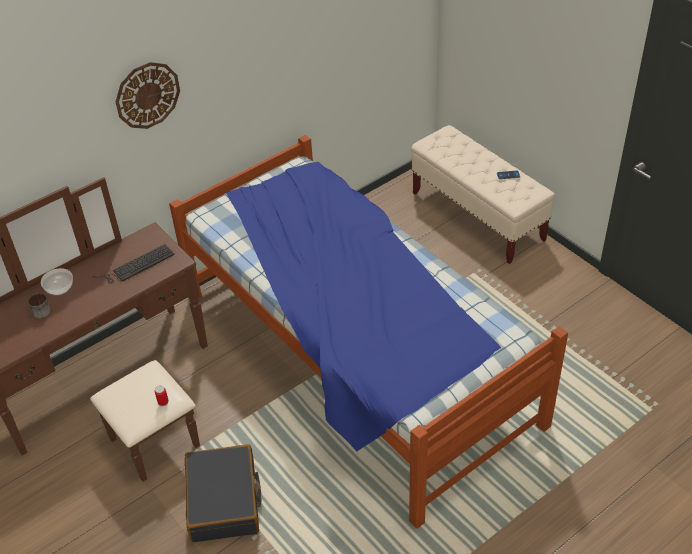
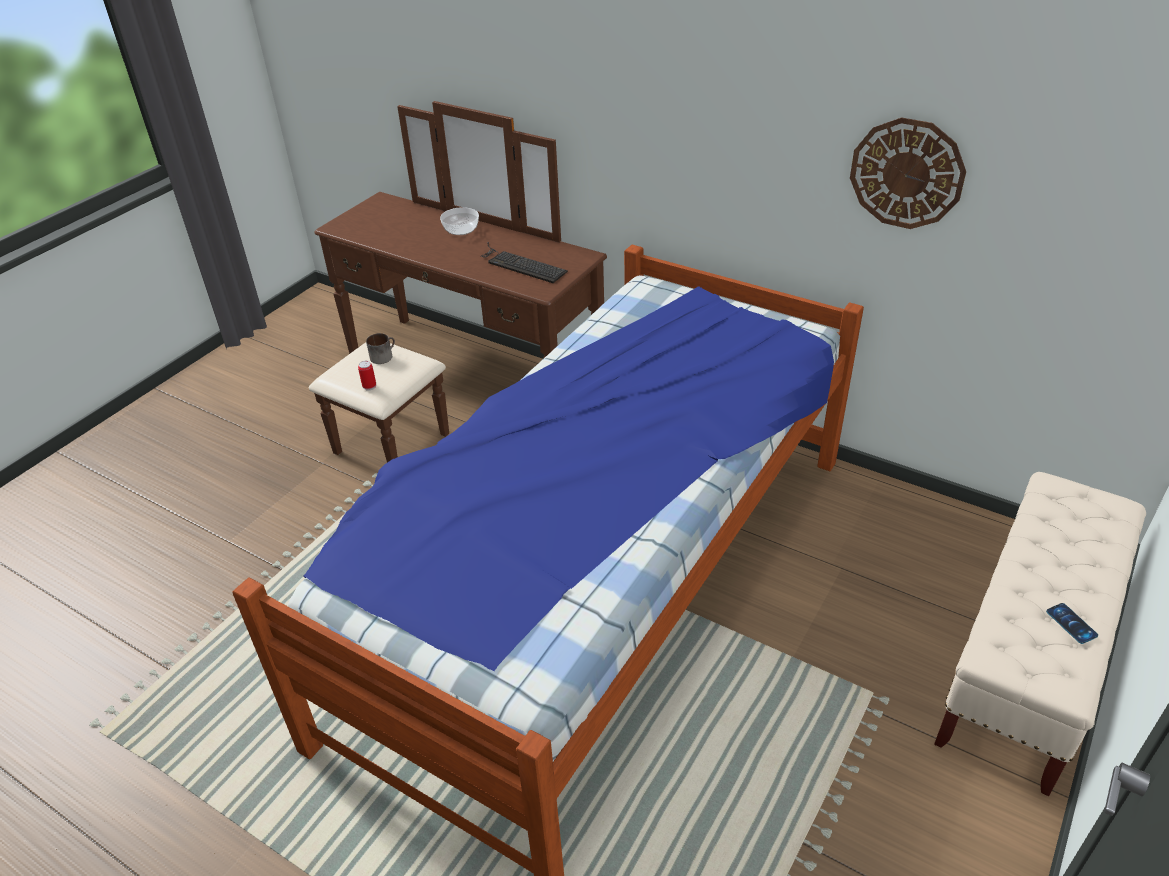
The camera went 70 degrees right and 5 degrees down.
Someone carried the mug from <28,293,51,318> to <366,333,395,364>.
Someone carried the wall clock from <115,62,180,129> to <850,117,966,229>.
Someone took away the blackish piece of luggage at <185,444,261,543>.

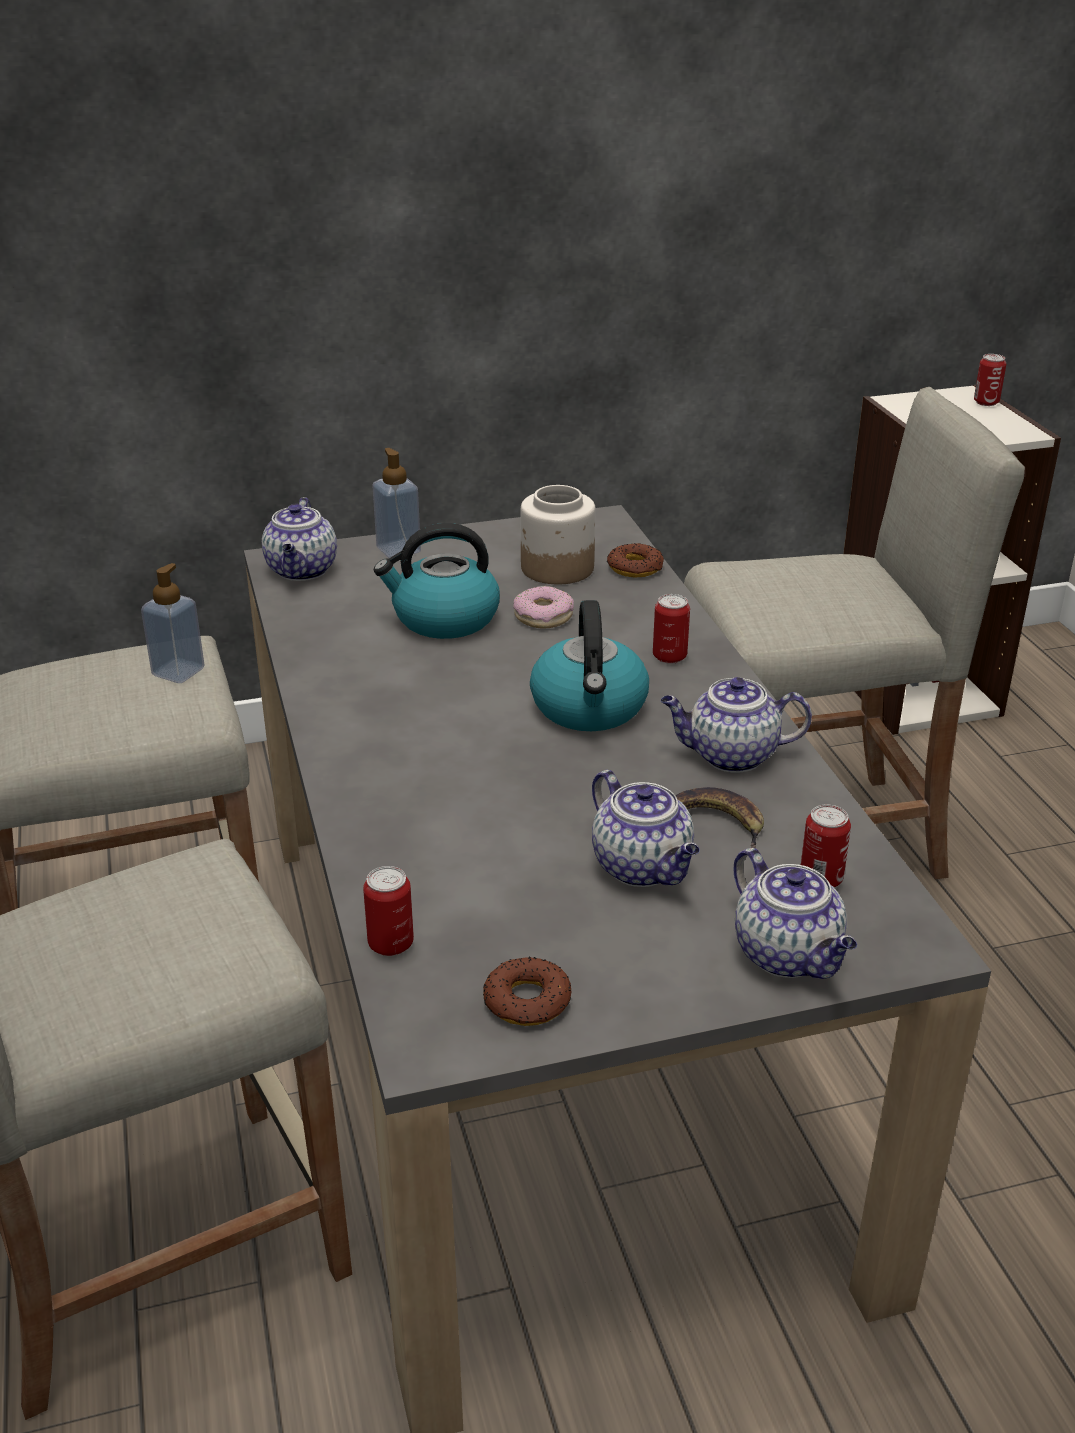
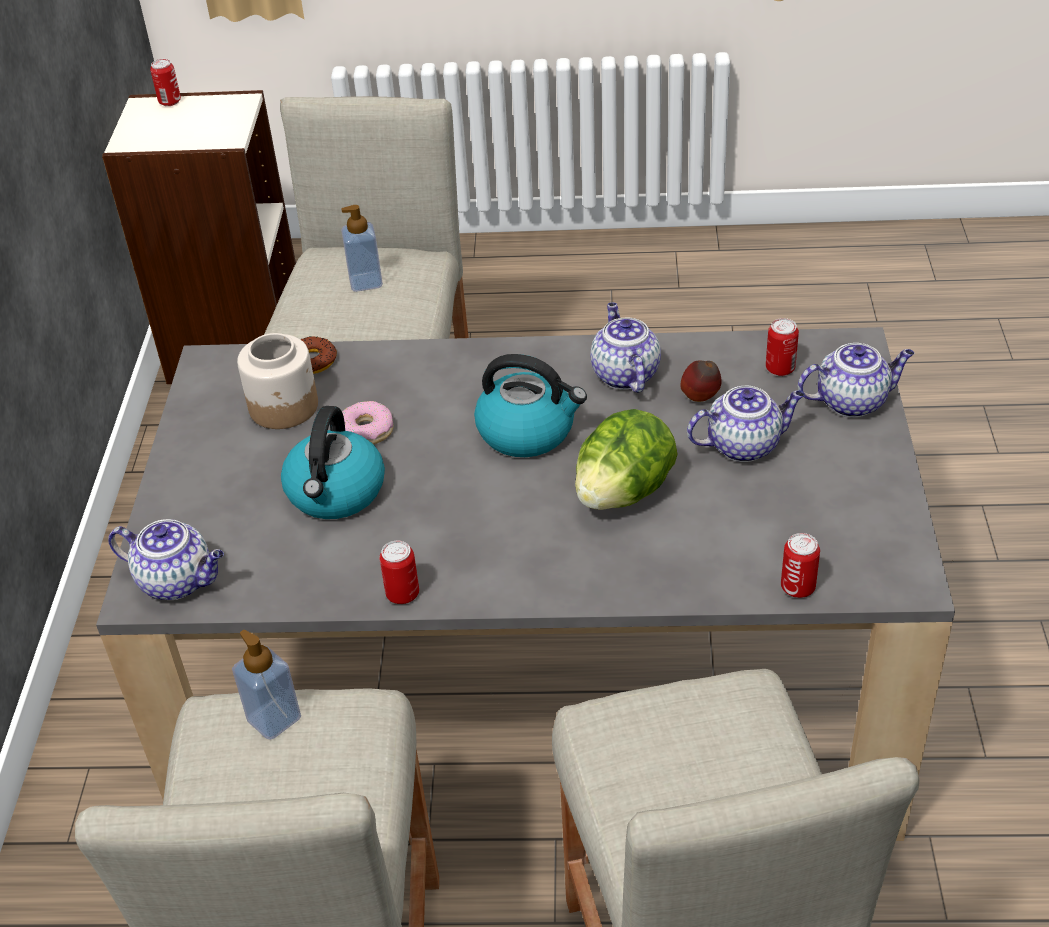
The camera went 70 degrees left and 10 degrees up.
Someone carried the liquid soap bottle from <372,448,421,558> to <341,205,383,292>.
Someone took away the donut at <483,957,571,1026>.
Someone carried the metal can from <653,594,690,664> to <379,541,419,604>.
Someone rotated the pot for tea at <661,677,812,773> by 150 degrees clockwise.
Someone swapped the banana at <675,787,764,848> for the apple at <680,361,722,402>.
Someone put down the head of lettuce at <575,409,678,510>.

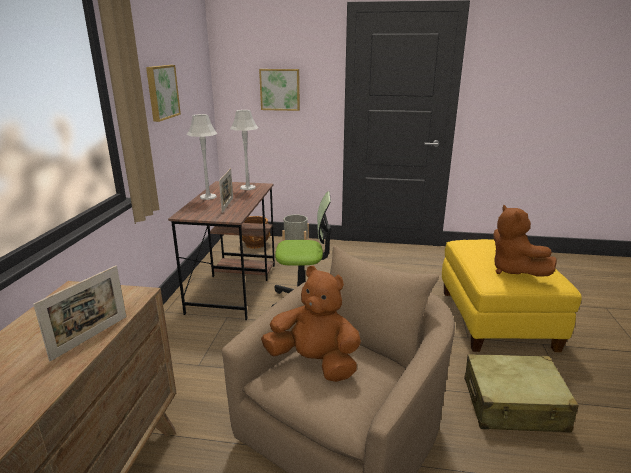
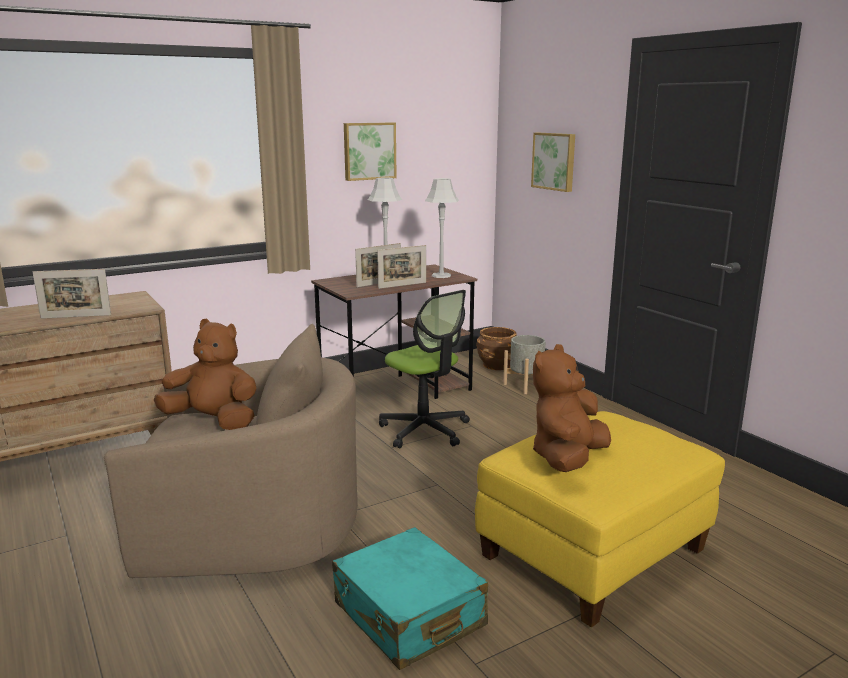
The camera went 50 degrees right and 5 degrees down.
Someone rotated the brown-coloured cuddly toy at <261,266,361,382> by 60 degrees counterclockwise.
Someone repainted the beige piece of luggage at <464,354,579,433>, which became the turquoise-coloured piece of luggage at <332,527,488,670>.
Someone put down the picture frame at <377,245,426,289>.

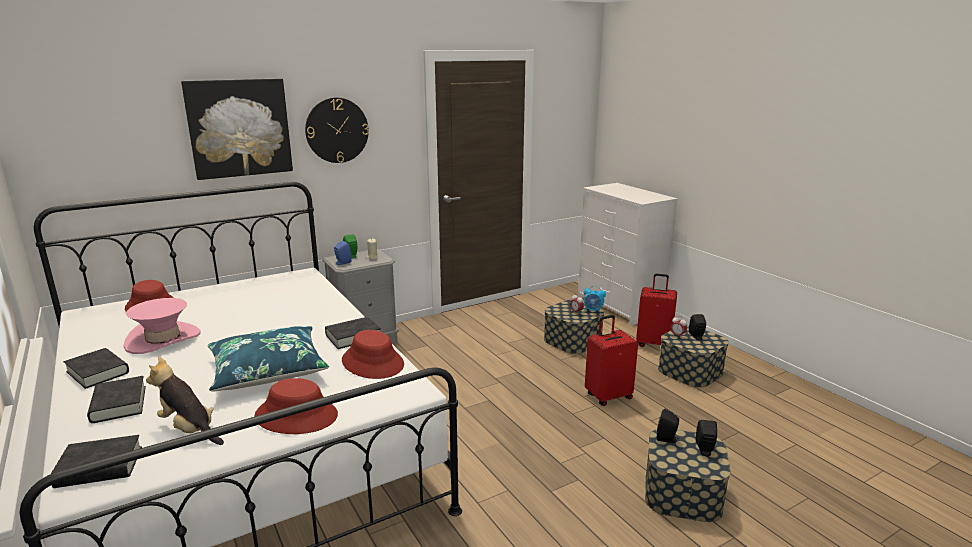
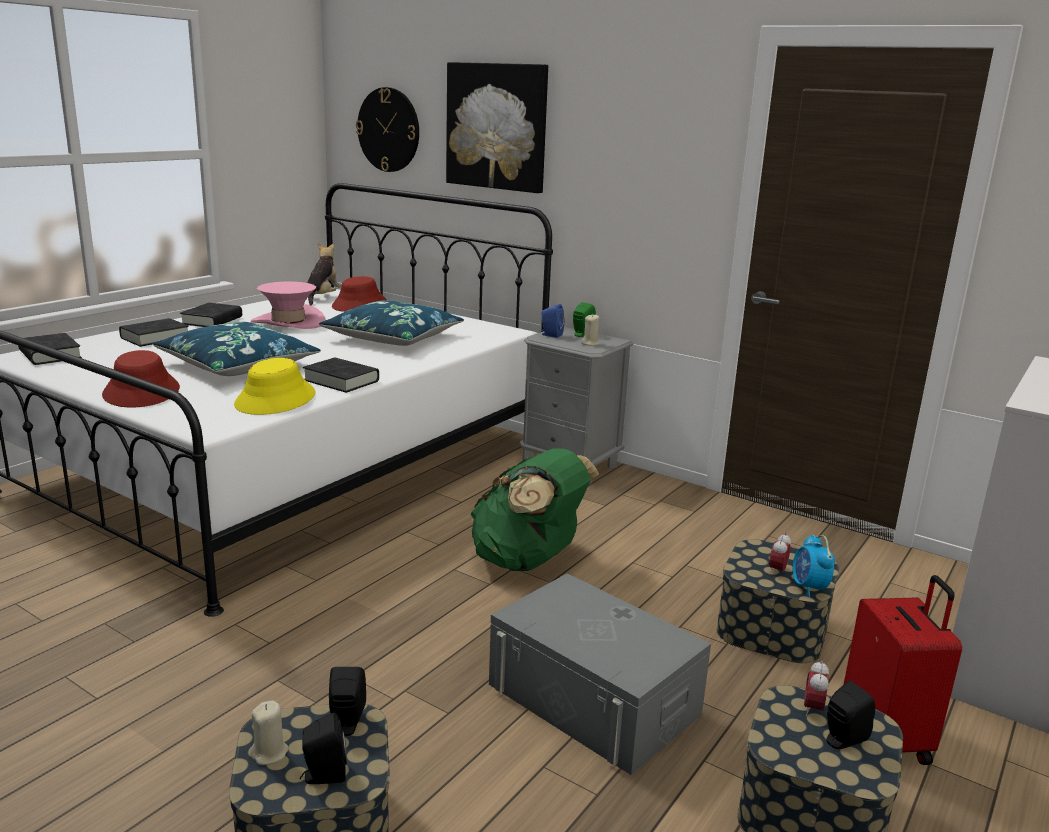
The camera went 65 degrees right and 0 degrees up.
Someone carried the cuddly toy from <146,357,224,445> to <306,243,341,306>.
Someone carried the wall clock from <305,98,369,163> to <356,87,419,172>.
Someone repainted the red clothing hat at <342,330,404,379>, which became the yellowish clothing hat at <234,358,315,415>.
Someone swapped the red piece of luggage at <585,315,638,406> for the grey storage container at <489,573,711,775>.
Someone put down the beige wax candle at <250,700,289,765>.
Someone put down the bluish cushion at <319,300,464,346>.
Someone put down the greenish knapsack at <470,449,599,571>.

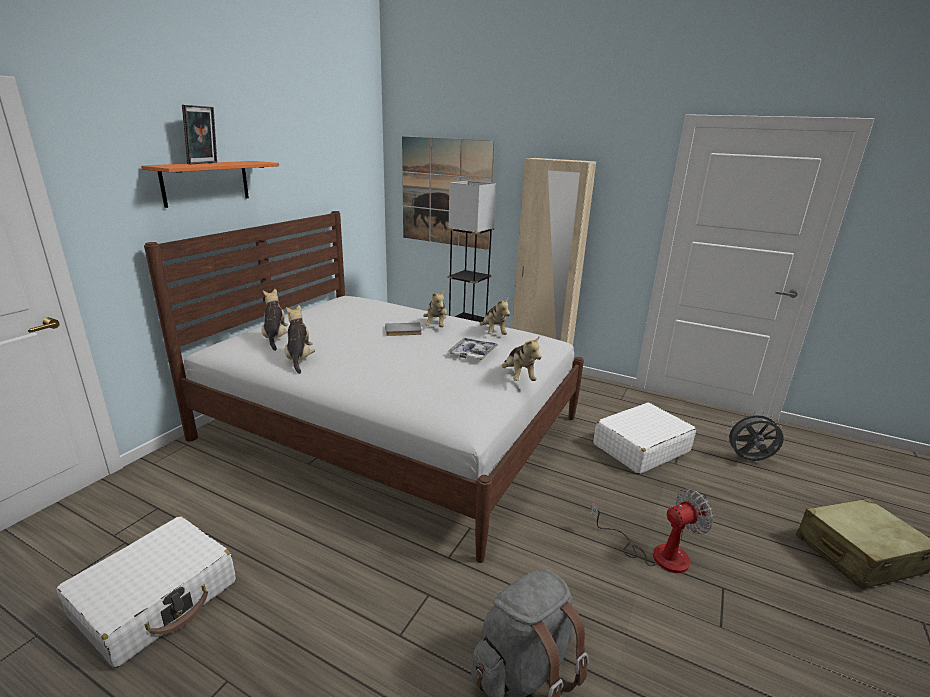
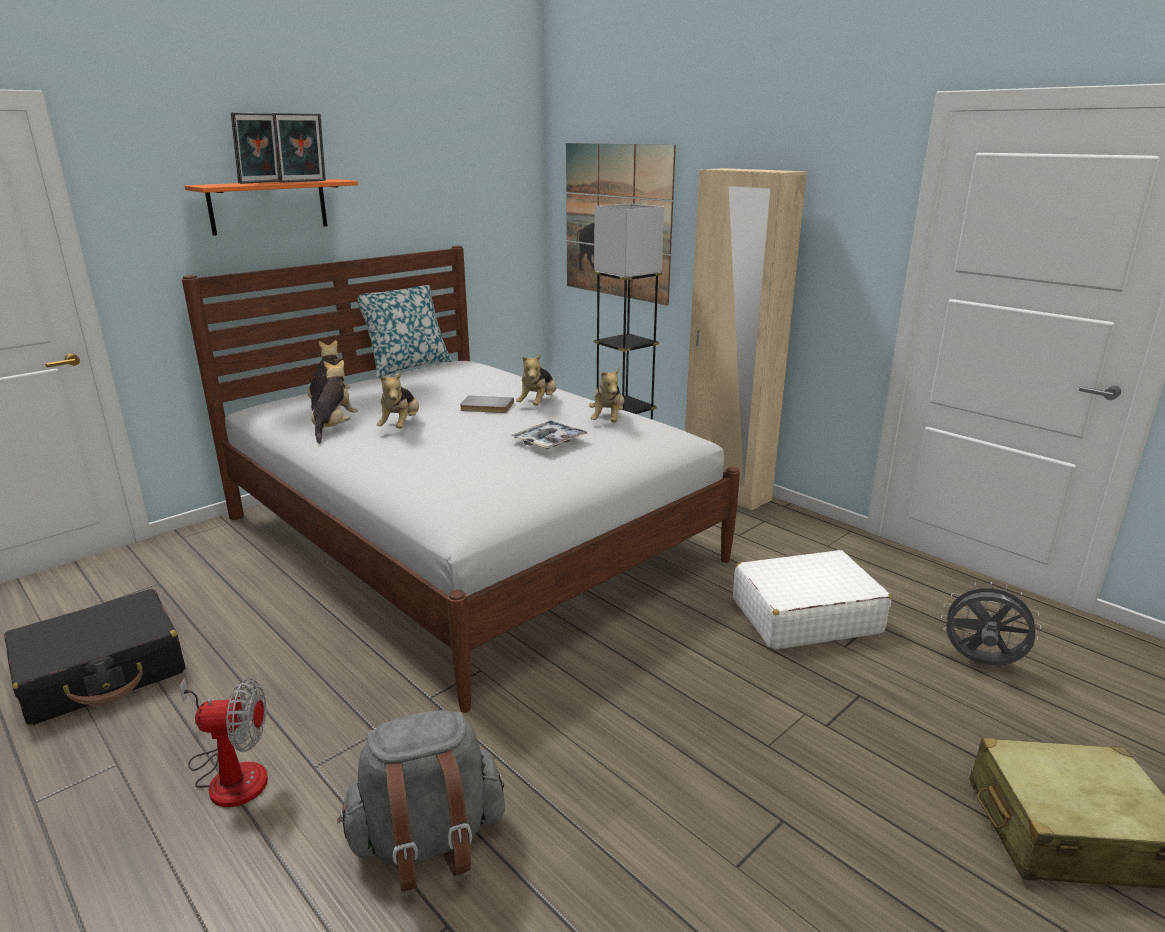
The camera went 20 degrees right and 0 degrees up.
Someone repainted the whitish piece of luggage at <56,516,236,668>, which became the blackish piece of luggage at <4,589,186,725>.
Someone carried the cuddly toy from <502,335,542,381> to <377,372,419,429>.
Someone carried the electric fan from <591,488,714,573> to <179,678,268,807>.
Someone put down the picture frame at <272,113,326,183>.
Someone put down the cushion at <357,285,452,378>.

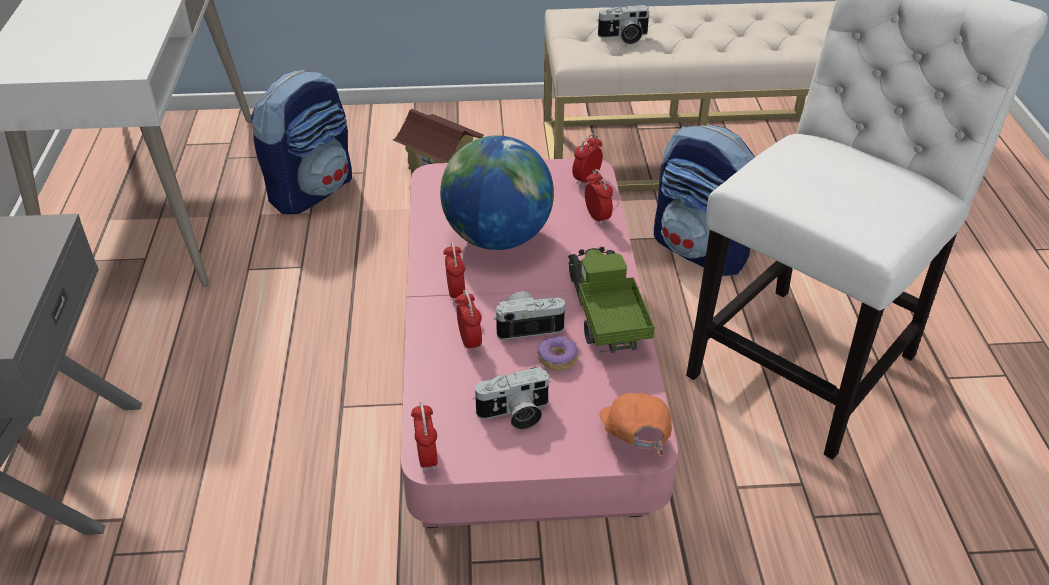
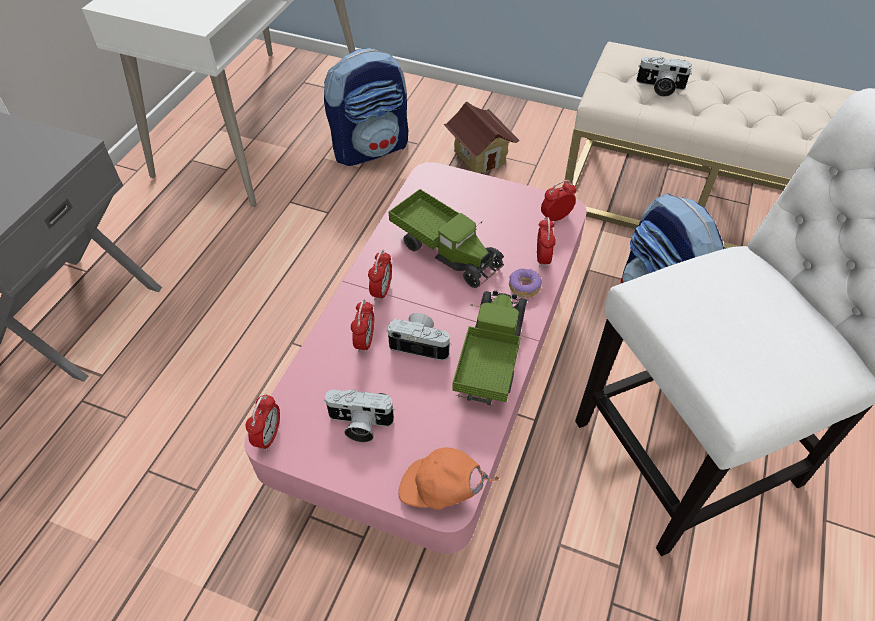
The camera went 25 degrees right and 10 degrees up.
Someone swapped the desk globe at <440,135,554,250> for the model truck at <389,189,504,288>.
Someone carried the donut from <537,335,578,371> to <509,269,542,298>.
Someone rotated the orange-coloured baseball cap at <599,393,672,456> by 90 degrees counterclockwise.

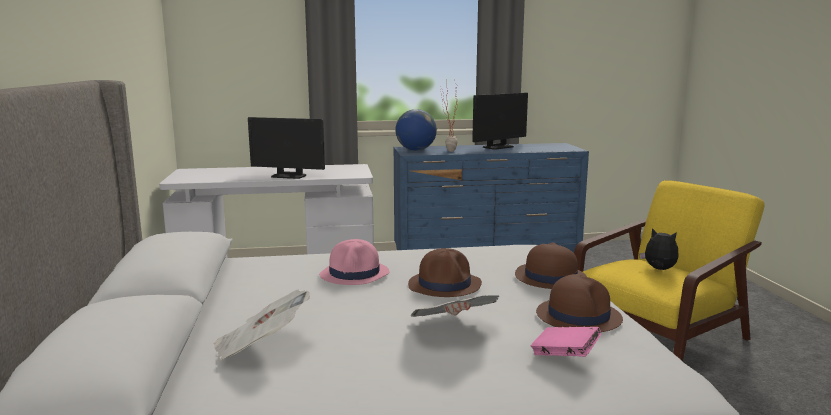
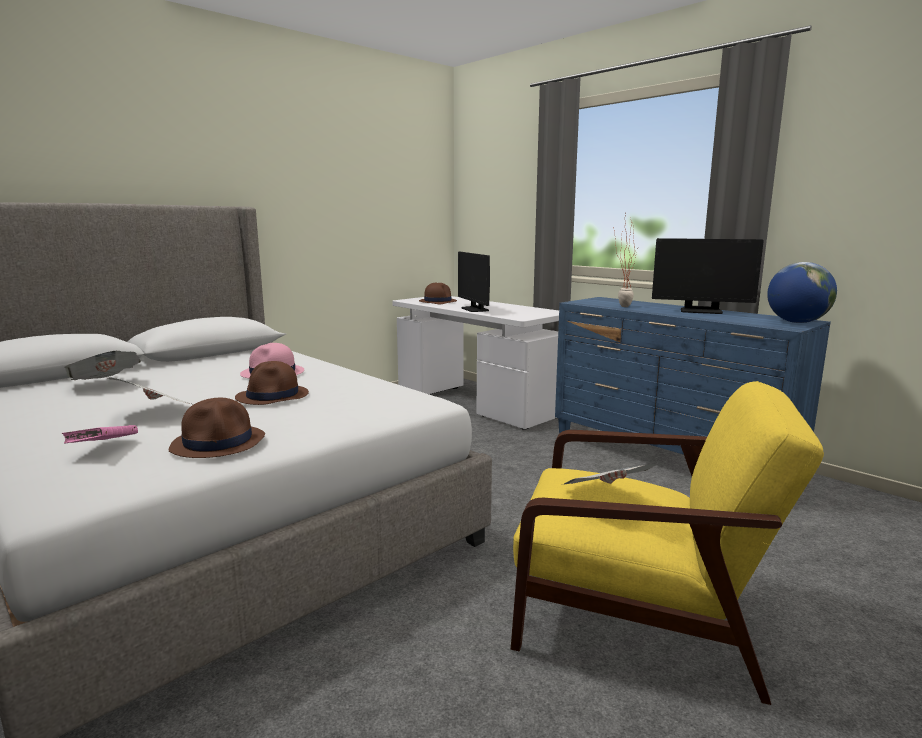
The camera went 55 degrees right and 0 degrees up.
Someone carried the desk globe from <395,109,437,151> to <767,262,837,323>.
Someone carried the brown-coloured clothing hat from <515,242,587,289> to <419,282,457,304>.
Someone swapped the cuddly toy at <640,228,679,270> for the daily paper at <561,464,657,485>.

